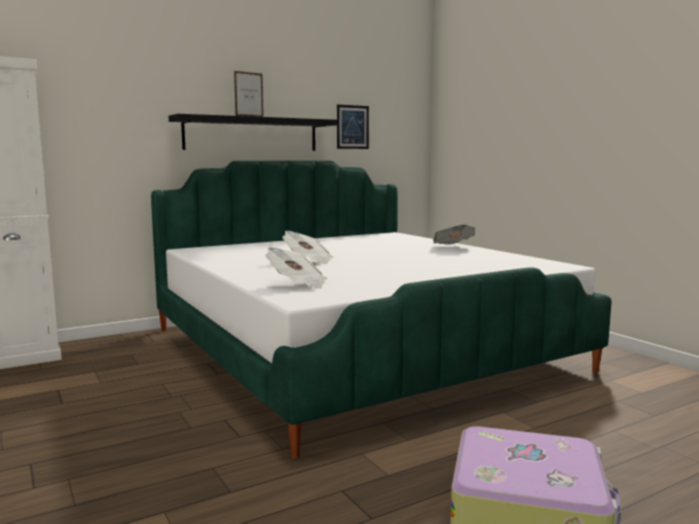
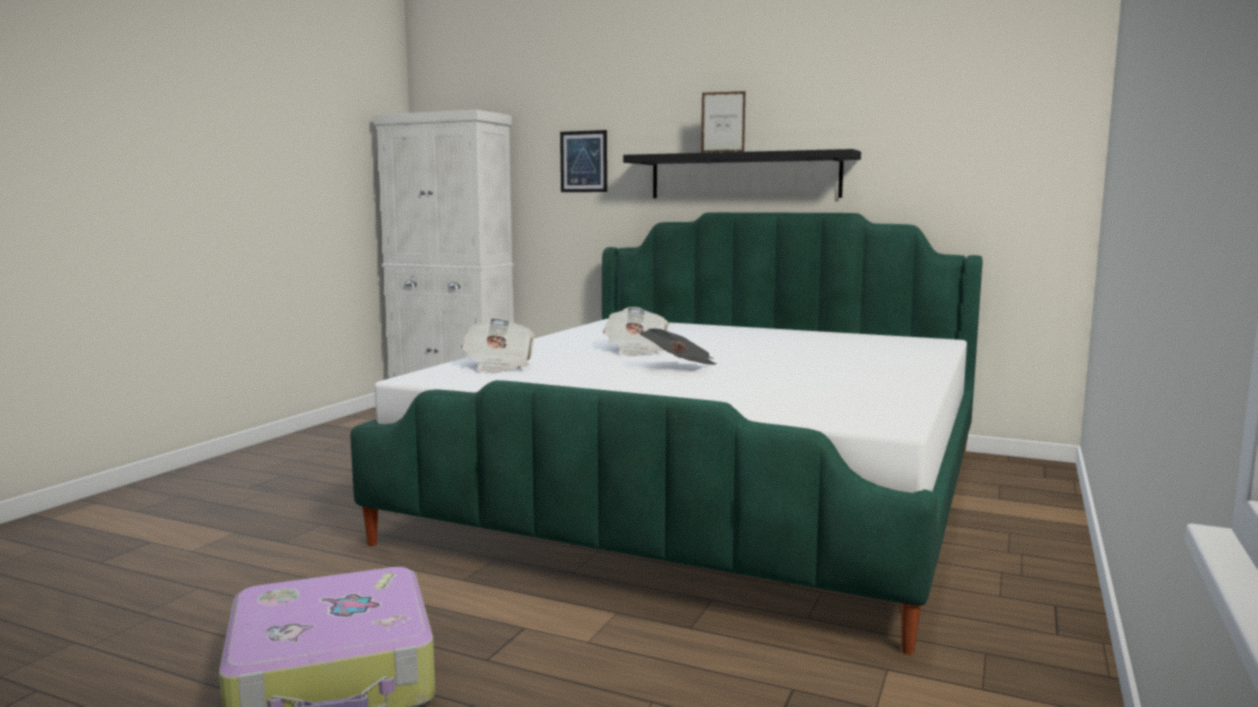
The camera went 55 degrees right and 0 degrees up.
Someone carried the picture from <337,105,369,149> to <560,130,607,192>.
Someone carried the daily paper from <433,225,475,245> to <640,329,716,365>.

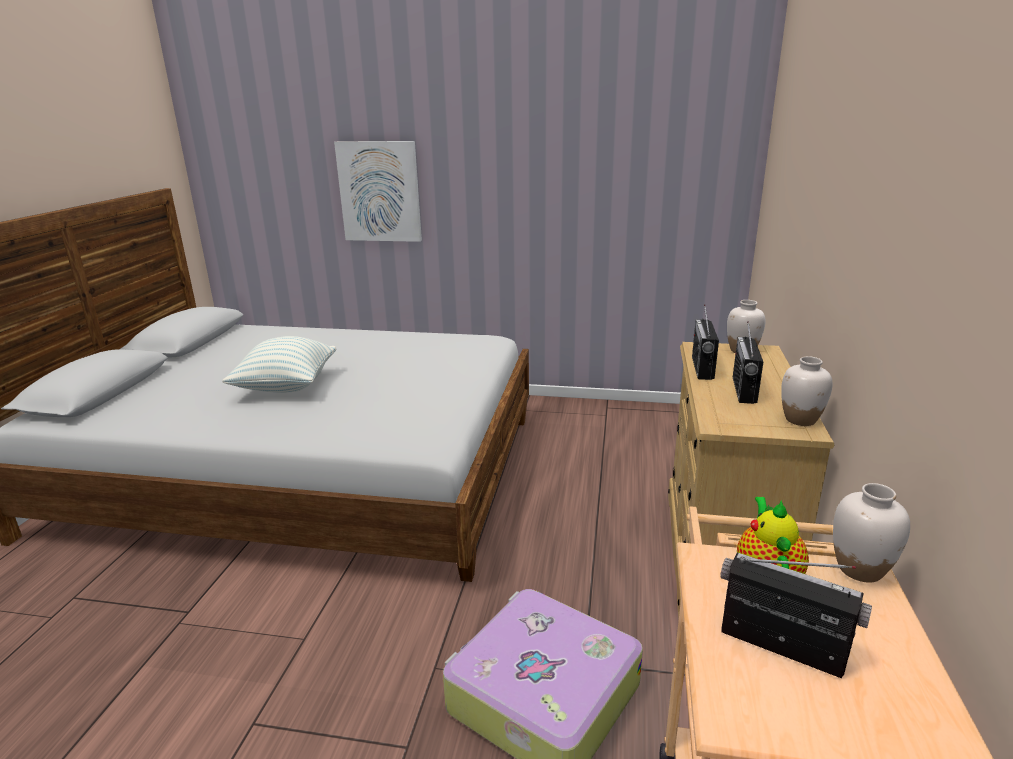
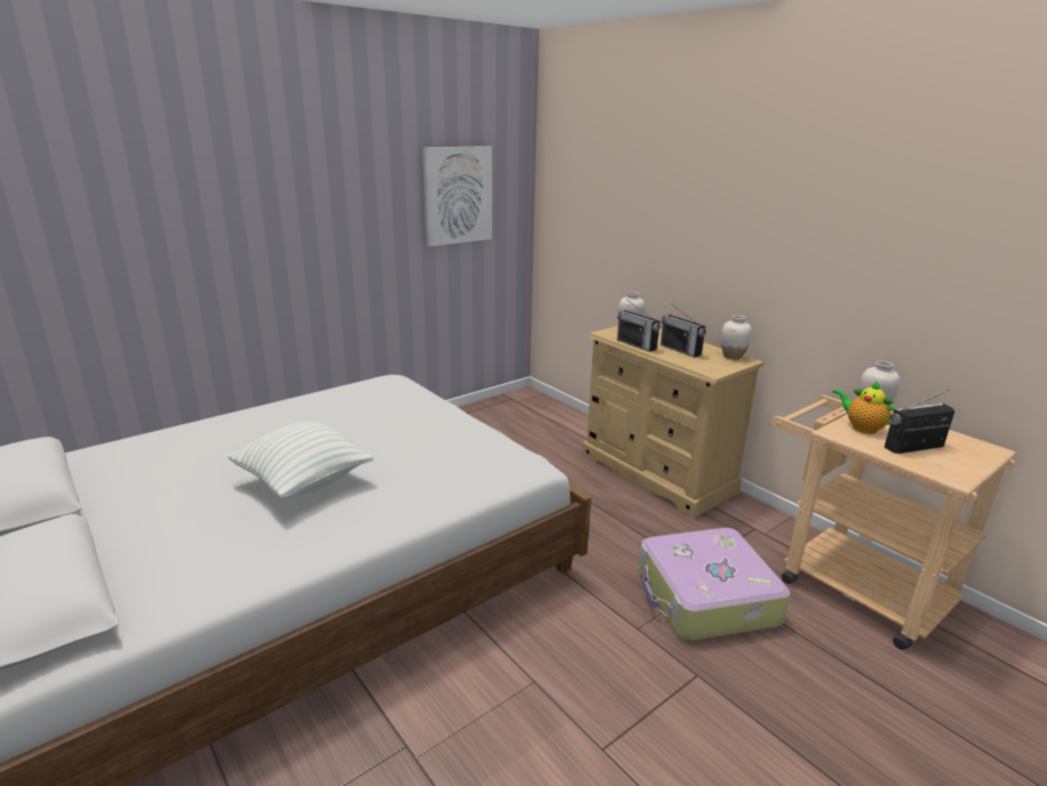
The camera went 50 degrees left and 0 degrees up.
Someone carried the picture from <334,141,422,242> to <423,146,492,247>.

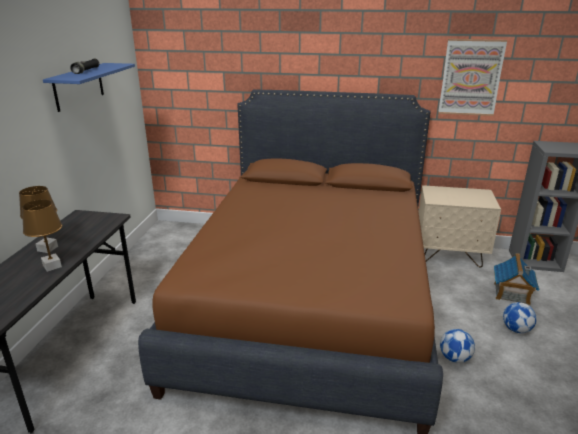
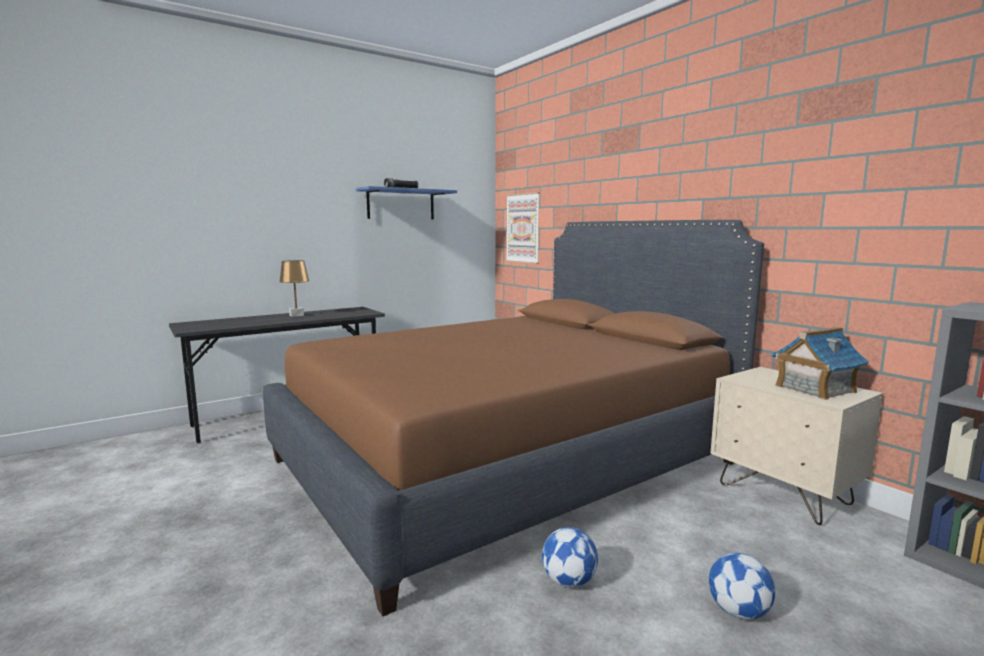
The camera went 45 degrees right and 15 degrees down.
Someone took away the brown-coloured tabletop lamp at <22,200,62,272>.
Someone carried the picture from <438,39,507,116> to <506,192,540,264>.
Someone carried the model house from <494,253,540,305> to <771,327,869,400>.

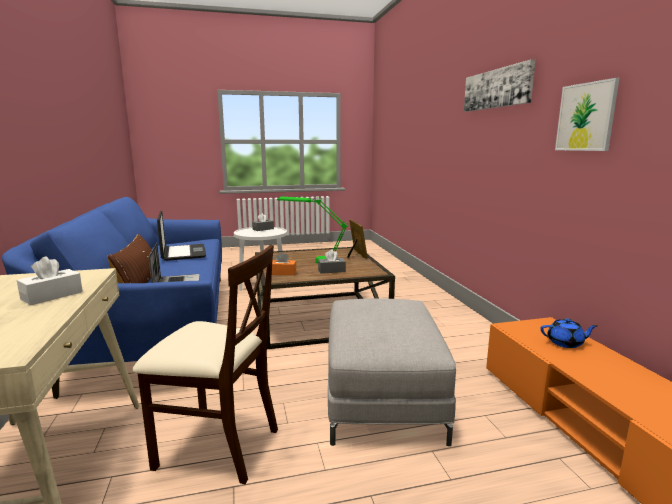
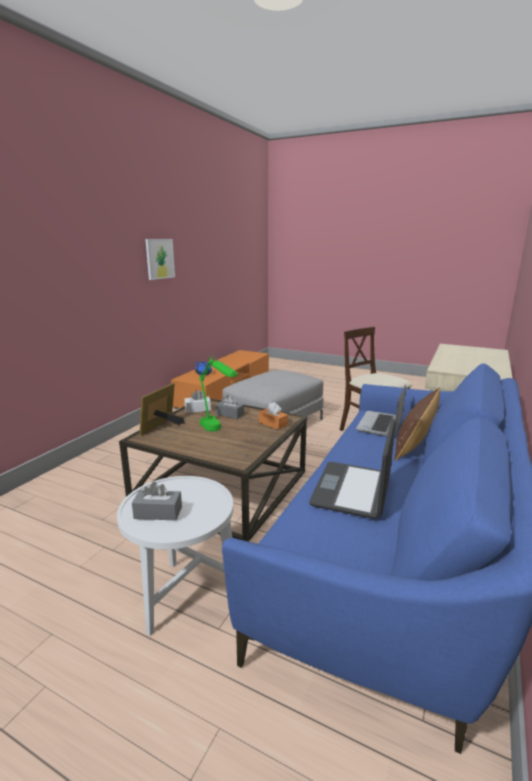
The camera went 140 degrees left and 5 degrees up.
Someone carried the whitish tissue box from <17,256,83,305> to <184,390,211,413>.
Someone took away the picture at <464,59,536,112>.

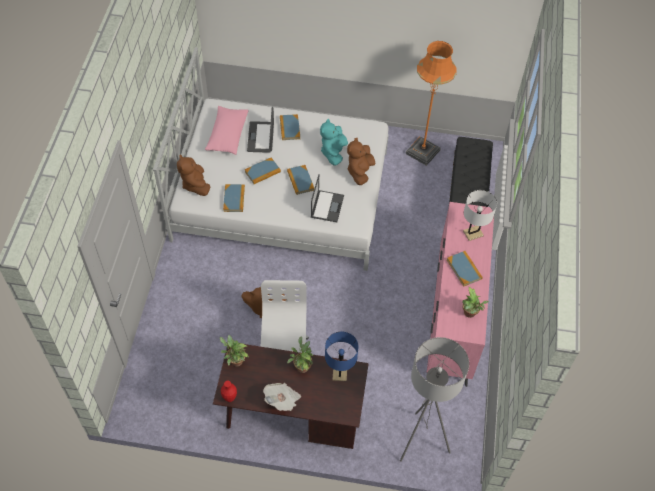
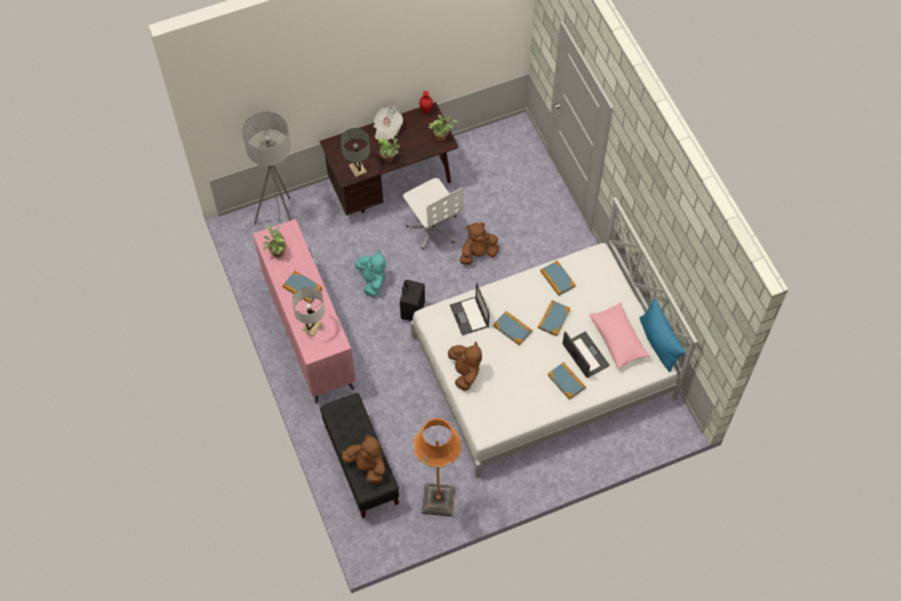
The camera went 150 degrees right and 5 degrees up.
Someone carried the brown-coloured cuddly toy from <177,154,210,196> to <342,434,385,484>.
Someone carried the turquoise-coloured cuddly toy from <320,119,348,166> to <355,250,386,297>.
Someone repainted the bluish tabletop lamp at <325,331,358,381>, which became the grey tabletop lamp at <341,128,370,177>.
Someone put down the blackish piece of luggage at <400,280,425,321>.
Someone put down the bluish cushion at <640,298,686,372>.

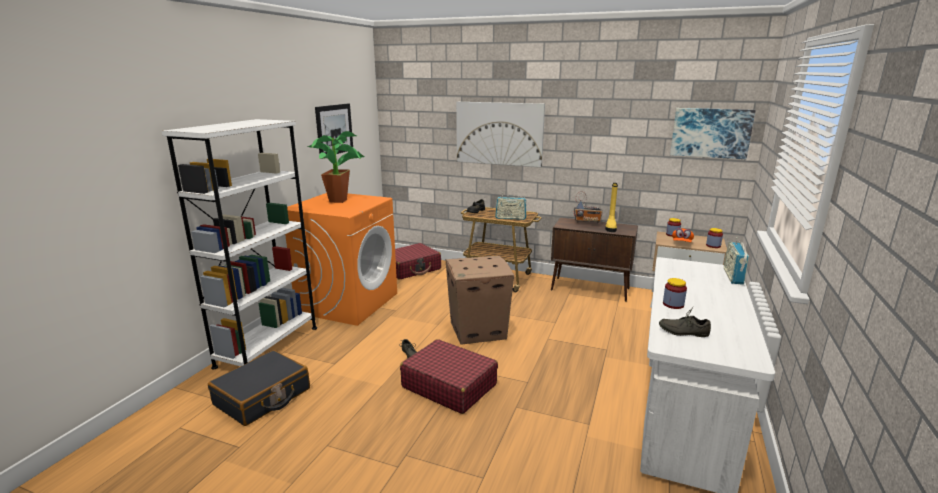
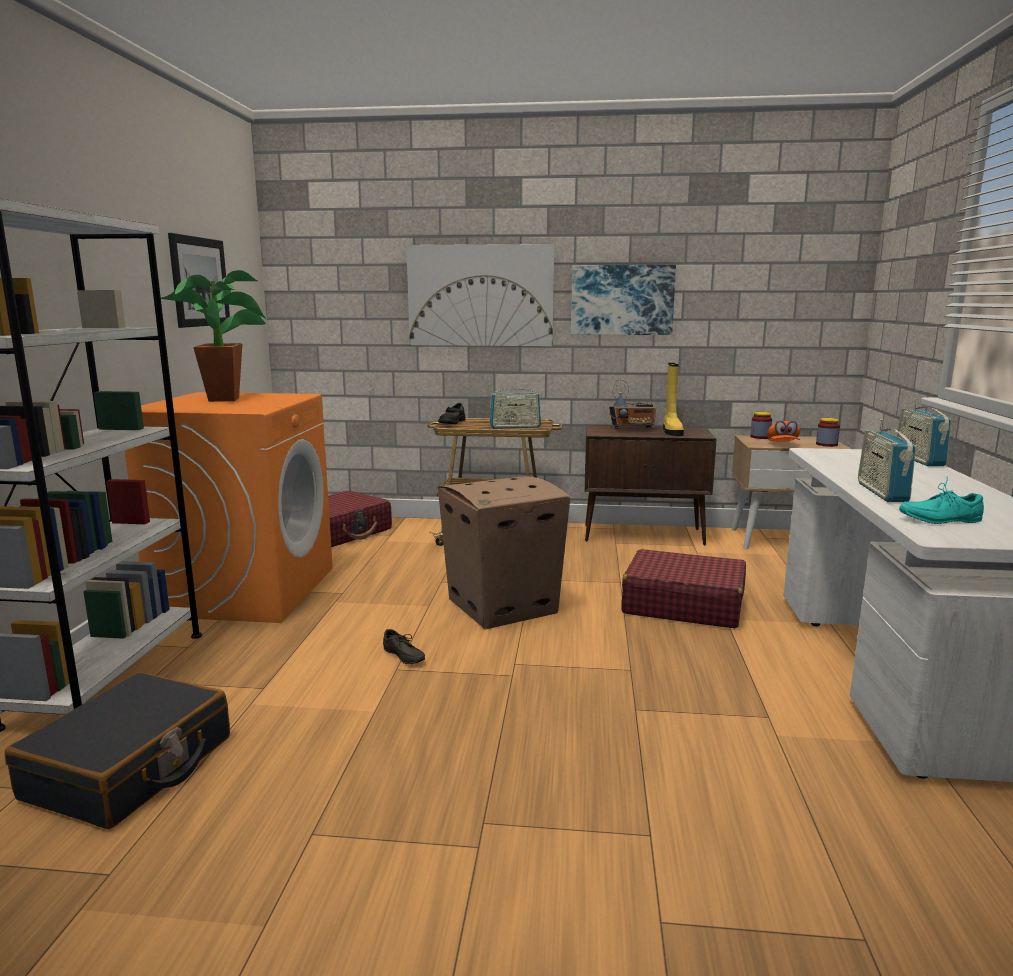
The camera went 15 degrees left and 5 degrees down.
Someone carried the red piece of luggage from <400,339,498,414> to <621,549,746,628>.
Someone repainted the grey shoe at <659,308,711,337>, which became the turquoise-coloured shoe at <899,476,984,524>.
Someone swapped the storage jar at <663,278,687,309> for the radio set at <858,419,916,502>.
Someone carried the picture from <670,108,756,159> to <571,265,676,335>.

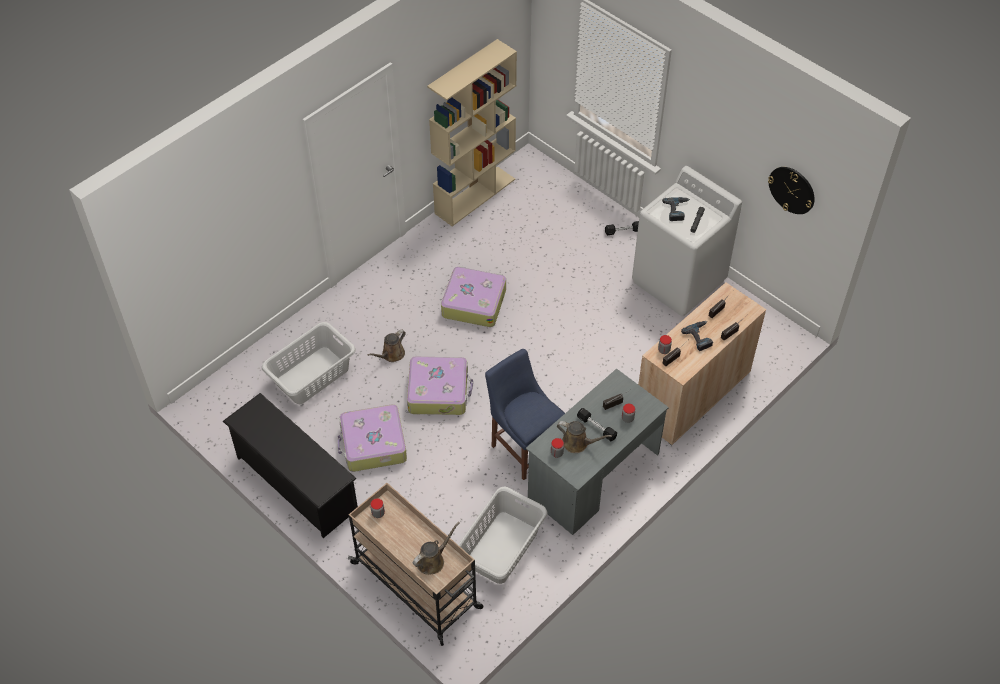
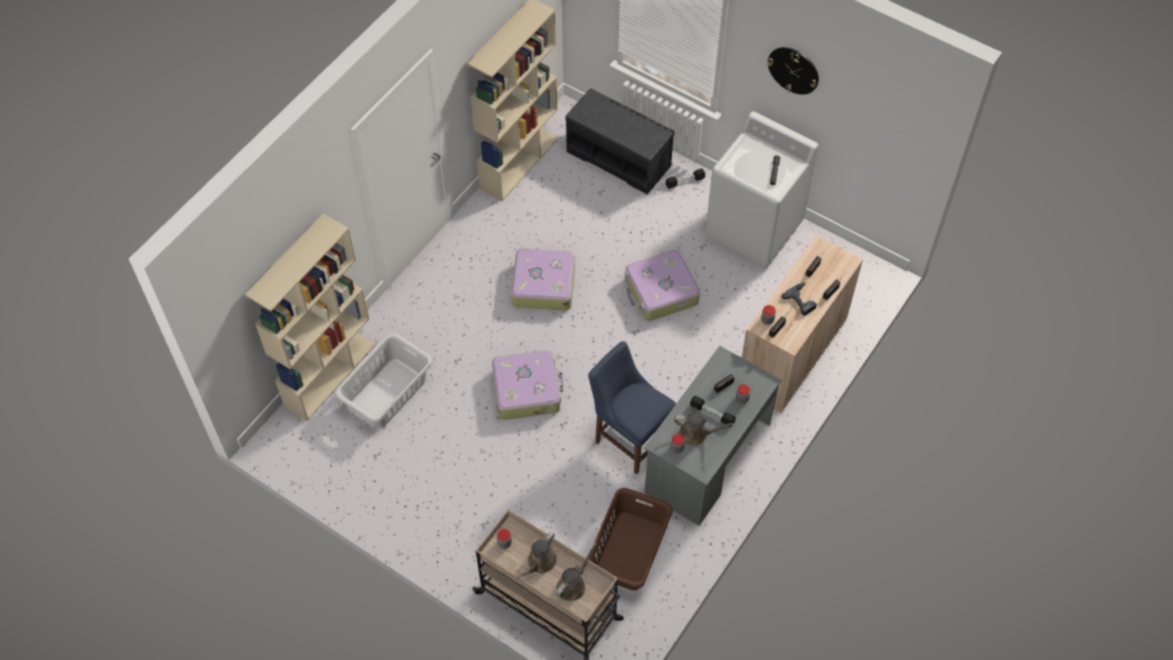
The camera went 10 degrees left and 5 degrees up.
Someone took away the blackish shoe shelf at <223,393,358,538>.
Someone carried the piece of luggage from <338,404,407,472> to <625,250,700,321>.
Someone carried the brown-coloured watering can from <368,329,406,362> to <517,532,556,579>.
Someone repainted the grey washing basket at <458,487,548,584>, which became the brown-coloured washing basket at <589,488,673,590>.
Someone took away the electric drill at <662,197,690,221>.
Someone carried the wall clock from <768,167,815,214> to <767,47,819,95>.
Someone put down the beige bookcase at <245,213,375,421>.
Someone put down the grey long seat at <565,88,674,195>.

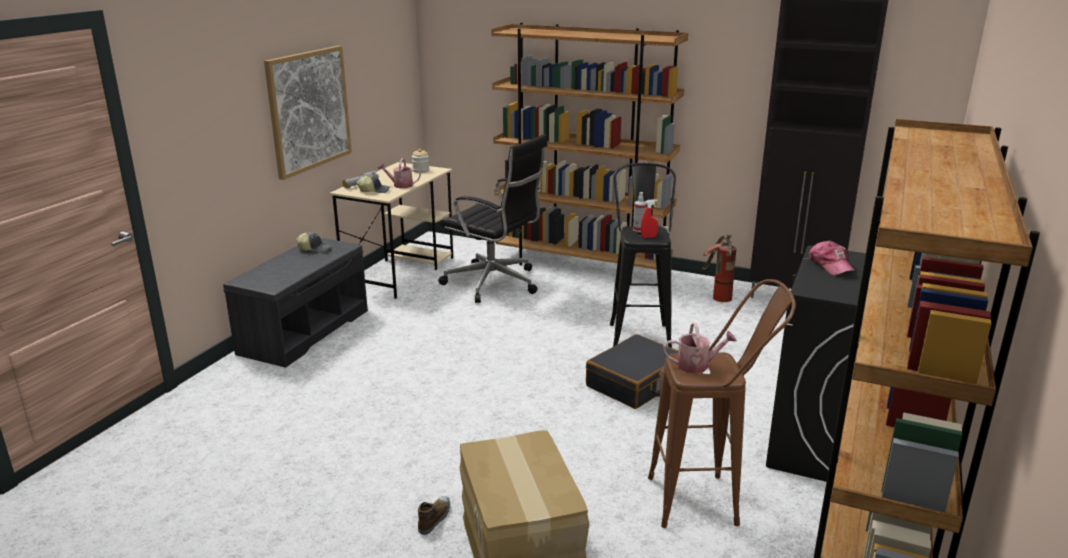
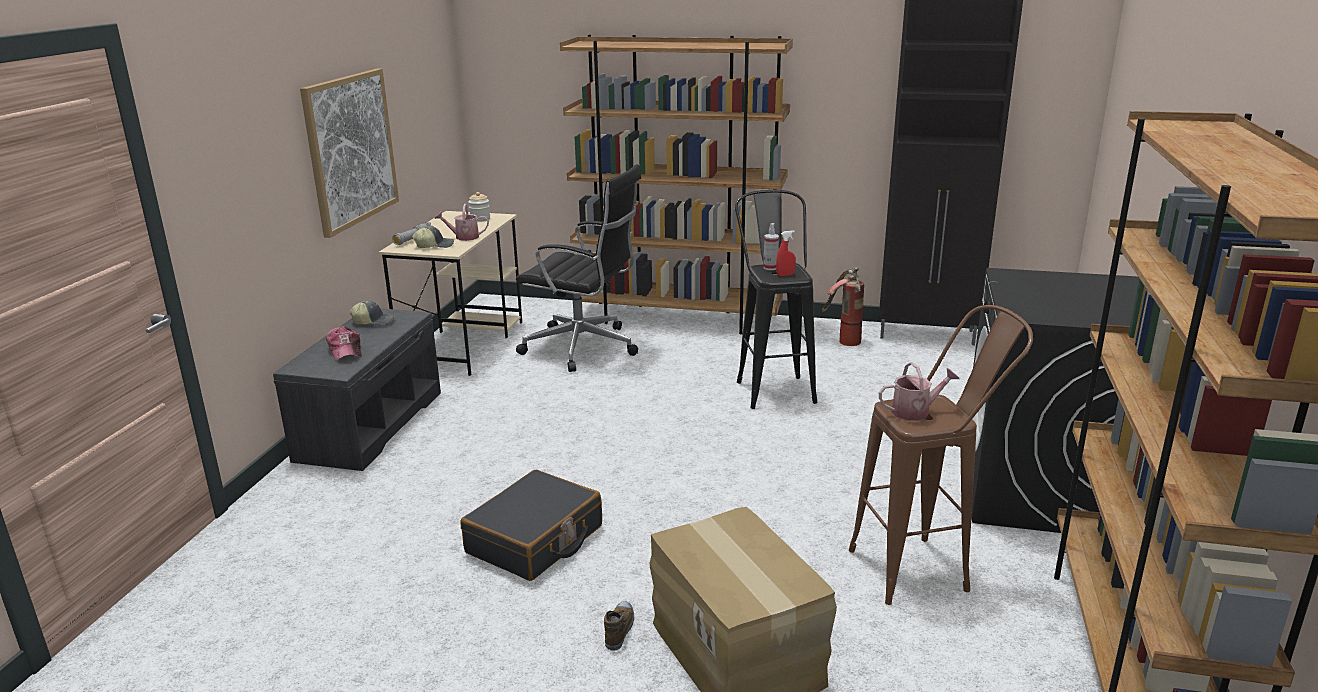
The camera went 10 degrees left and 0 degrees up.
Someone carried the blackish piece of luggage from <586,334,678,409> to <460,470,602,581>.
Someone carried the baseball cap from <809,241,857,275> to <326,326,362,361>.

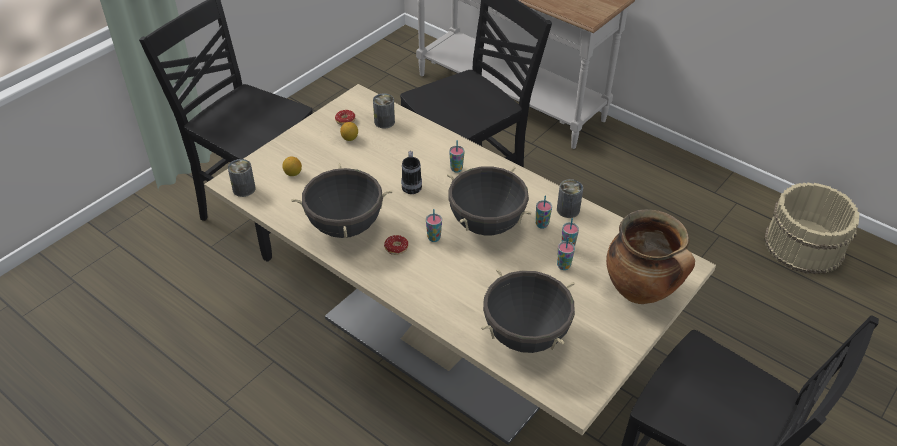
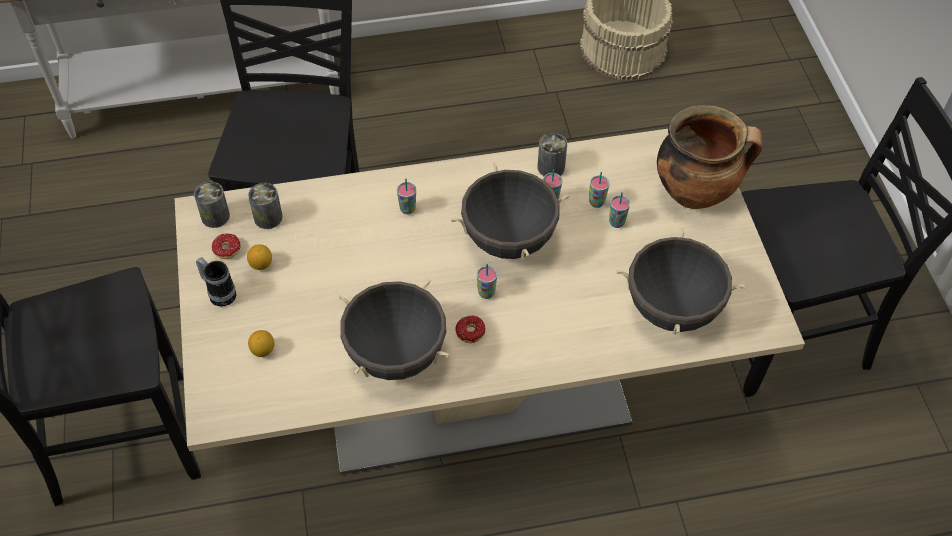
The camera went 50 degrees left and 10 degrees up.
Someone carried the metal can from <228,159,256,197> to <194,181,230,228>.
Someone carried the mug from <401,151,422,194> to <196,258,236,307>.

